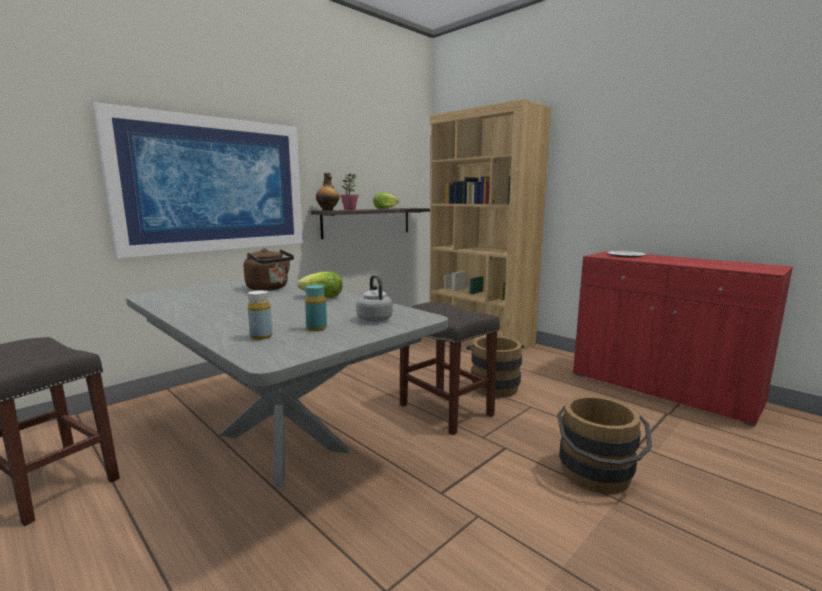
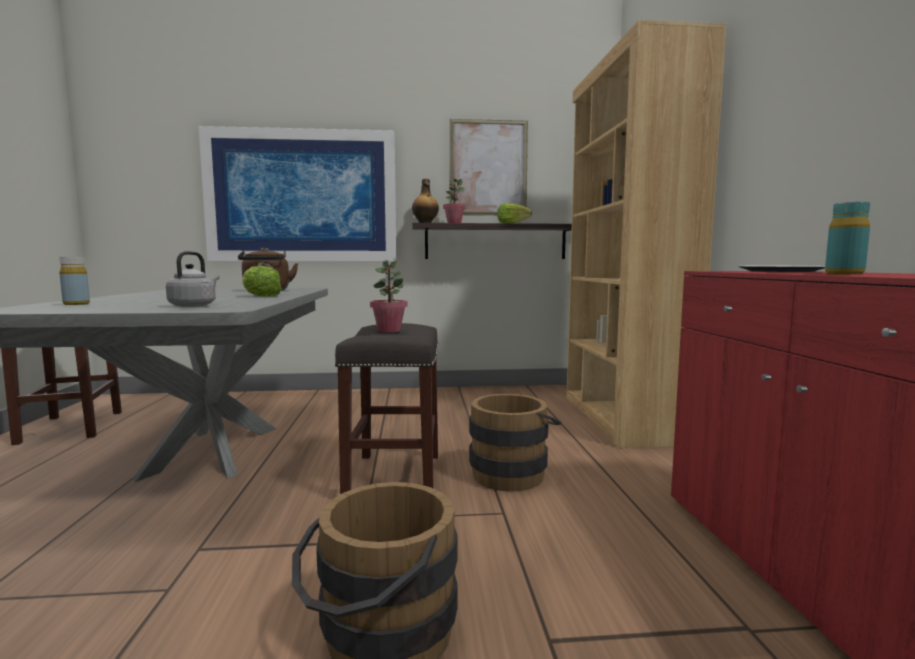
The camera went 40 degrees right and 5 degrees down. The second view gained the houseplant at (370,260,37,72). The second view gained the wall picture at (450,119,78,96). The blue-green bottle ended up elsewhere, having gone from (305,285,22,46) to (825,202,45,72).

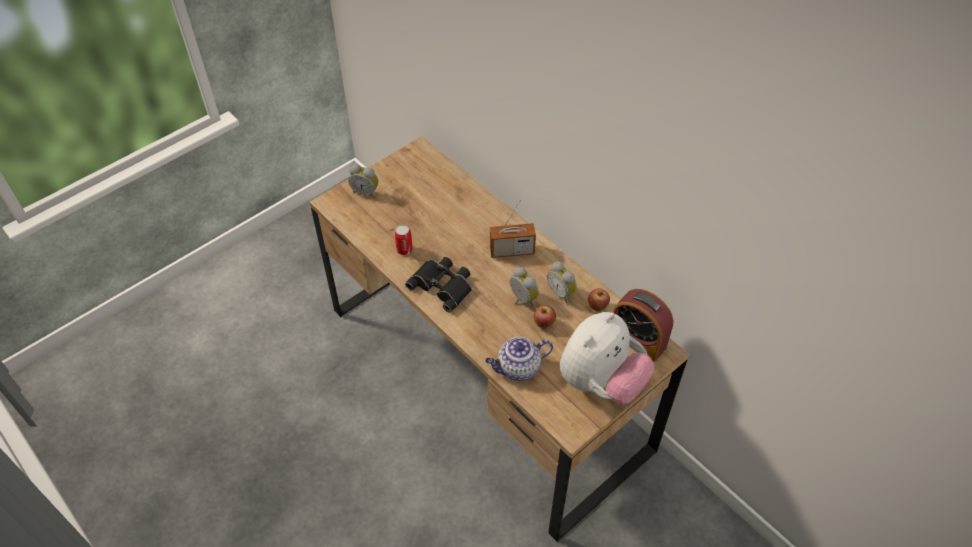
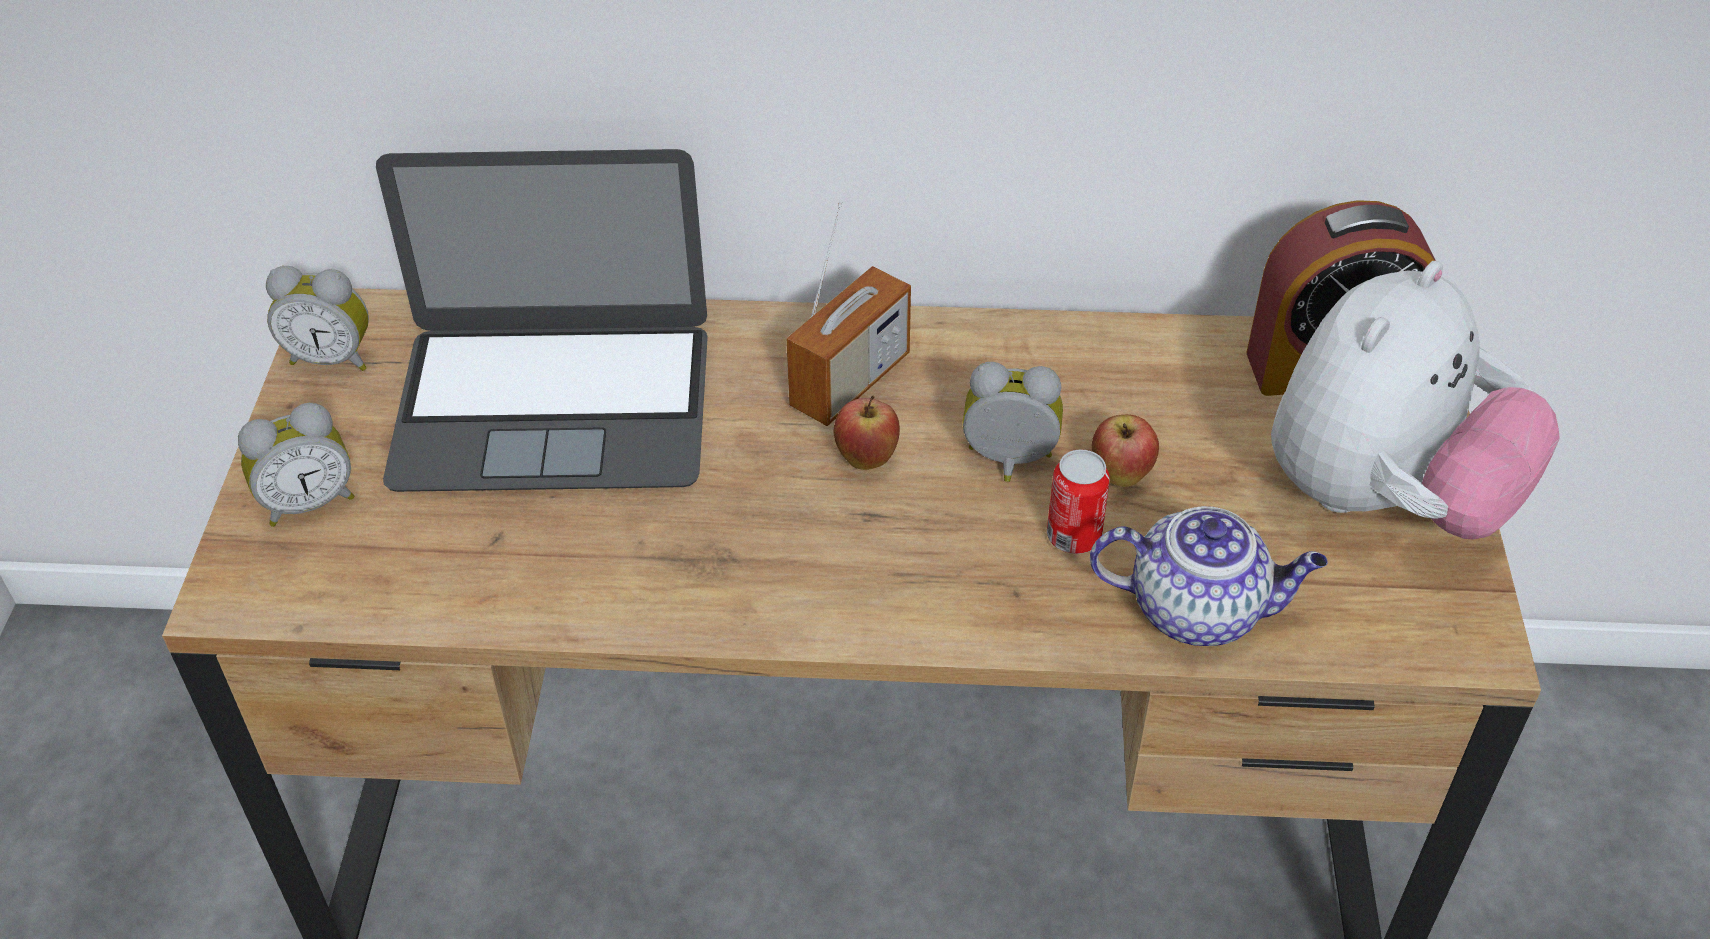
The camera went 45 degrees left and 5 degrees down. The alarm clock ended up elsewhere, having gone from (547,261,30,42) to (266,266,103,105). The second view gained the portable computer at (376,149,332,343). The whole apple ended up elsewhere, having gone from (588,288,22,24) to (834,396,66,74). The metal can ended up elsewhere, having gone from (394,225,19,30) to (1047,449,63,105). The tea pot at (485,337,68,44) ended up facing another way, 105 degrees counterclockwise from before. The soft toy at (560,312,94,92) ended up facing another way, 45 degrees clockwise from before. The second view lost the black-coloured field glasses at (405,257,67,56).

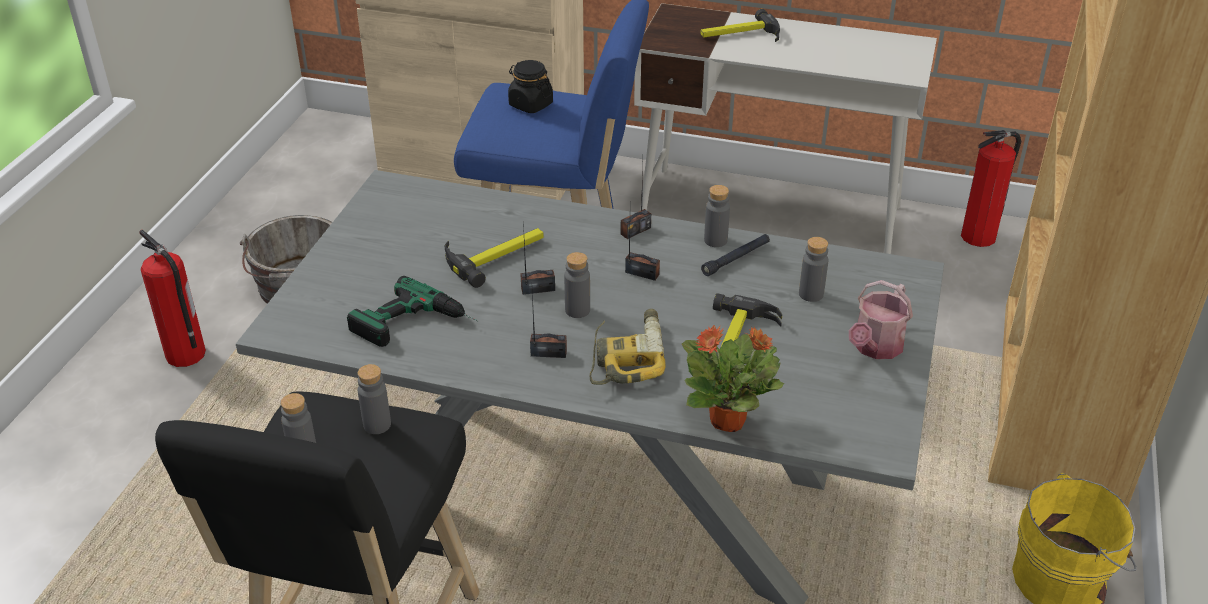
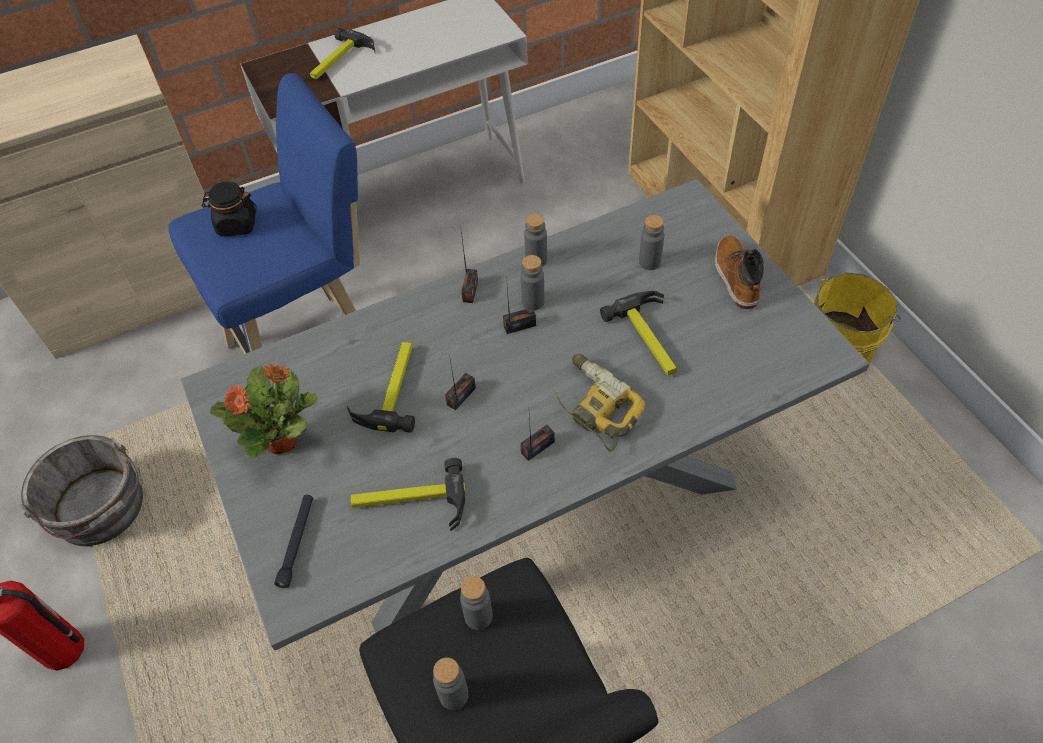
The camera went 40 degrees left and 15 degrees up. The houseplant ended up elsewhere, having gone from (682,325,102,107) to (210,363,107,95). The black-coloured flashlight ended up elsewhere, having gone from (701,234,69,42) to (274,495,39,93). Where the electric drill stood at (347,276,132,71), the hammer came to stand at (351,458,115,73). The gray bottle ended up elsewhere, having gone from (564,252,26,66) to (521,255,24,55). Where the sprinkling can stood at (849,280,64,79), the tall boot came to stand at (715,236,49,73). The second view lost the fire extinguisher at (961,130,60,117).

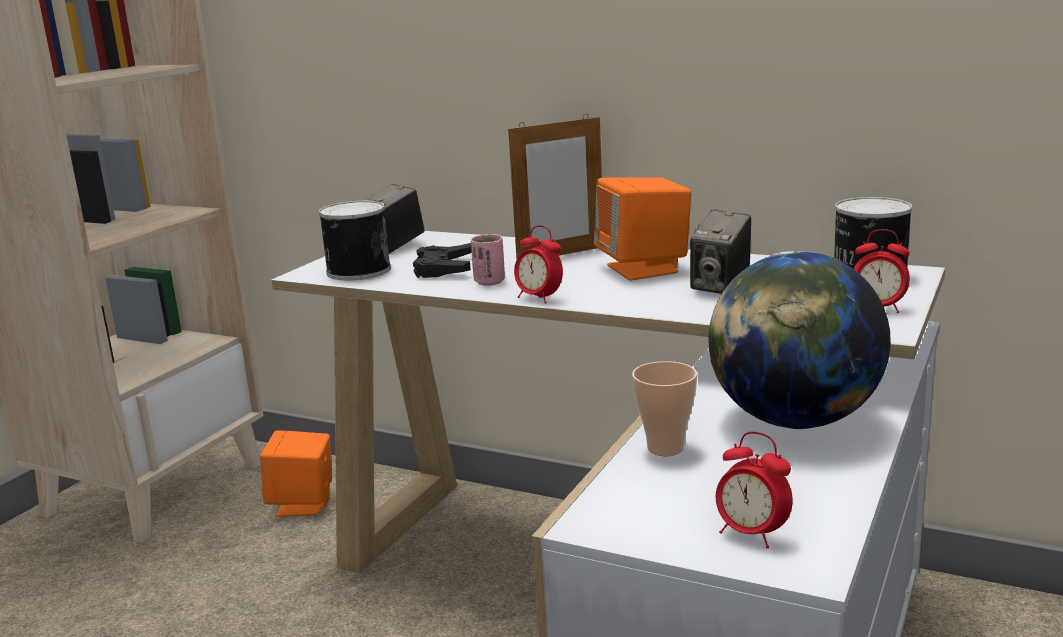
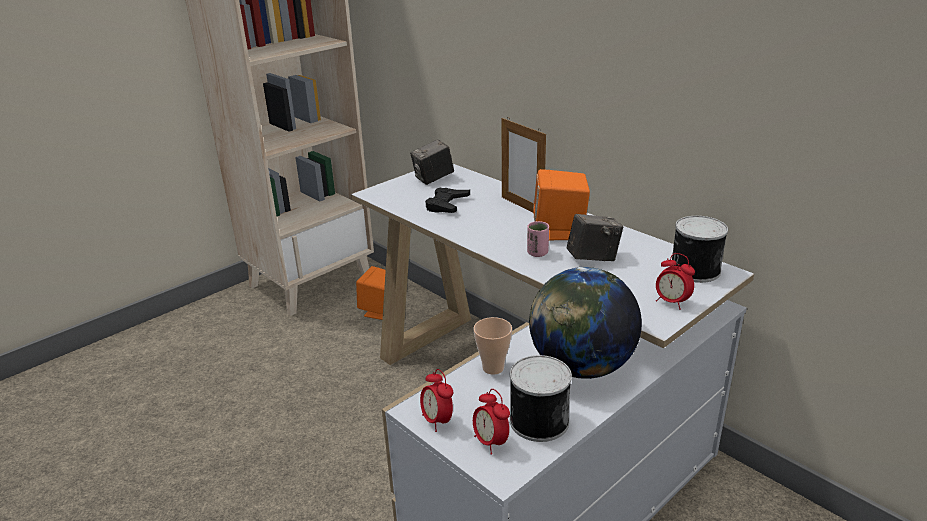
The camera went 20 degrees right and 10 degrees up. The alarm clock ended up elsewhere, having gone from (514,226,49,77) to (420,369,33,63). The standing frame at (508,114,94,145) ended up facing another way, 60 degrees clockwise from before. The metal can ended up elsewhere, having gone from (319,201,72,79) to (510,355,62,87). The pink drinking cup ended up elsewhere, having gone from (471,234,34,52) to (527,221,22,36). The photo camera at (690,209,61,85) ended up facing another way, 150 degrees counterclockwise from before.

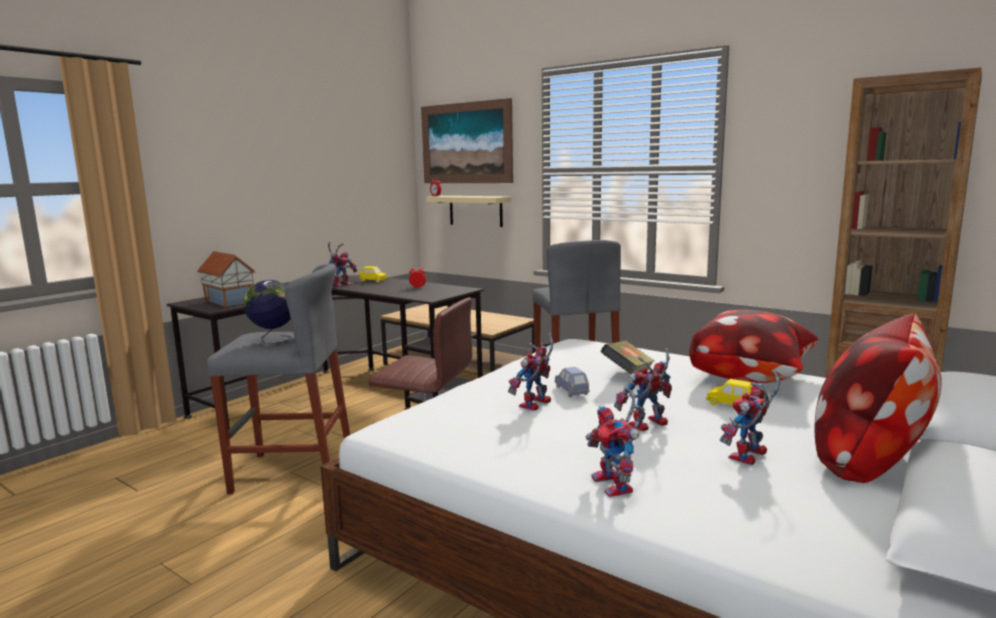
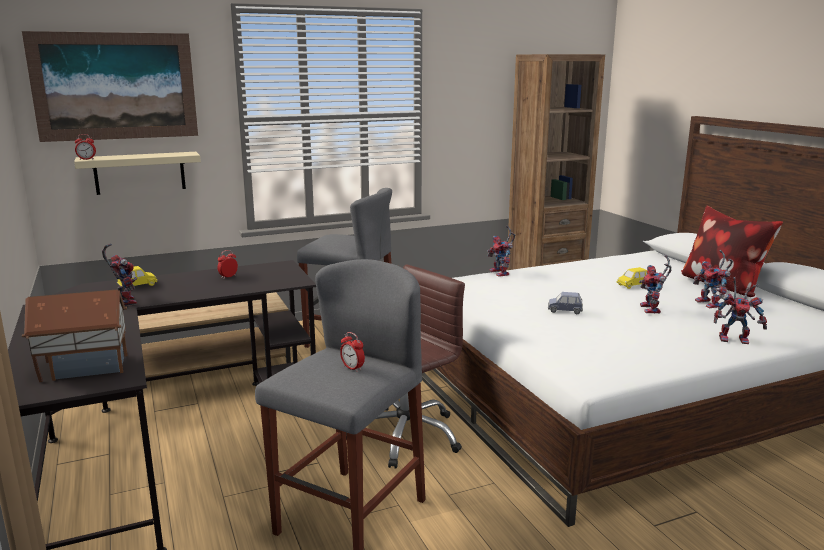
The camera went 60 degrees left and 5 degrees up. Where the globe stood at (244,280,47,64), the alarm clock came to stand at (340,332,25,40). The robot figure ended up elsewhere, having gone from (508,333,46,78) to (487,226,28,51). The second view lost the volume at (601,340,54,34). The second view lost the pillow at (689,310,130,73).

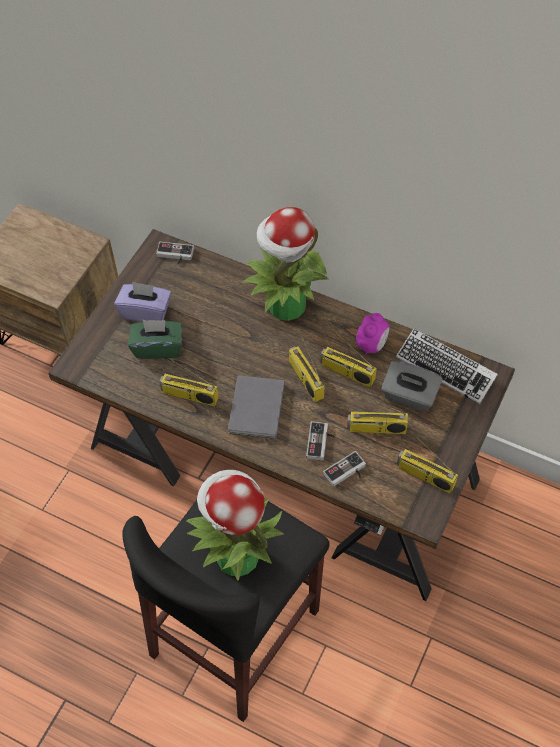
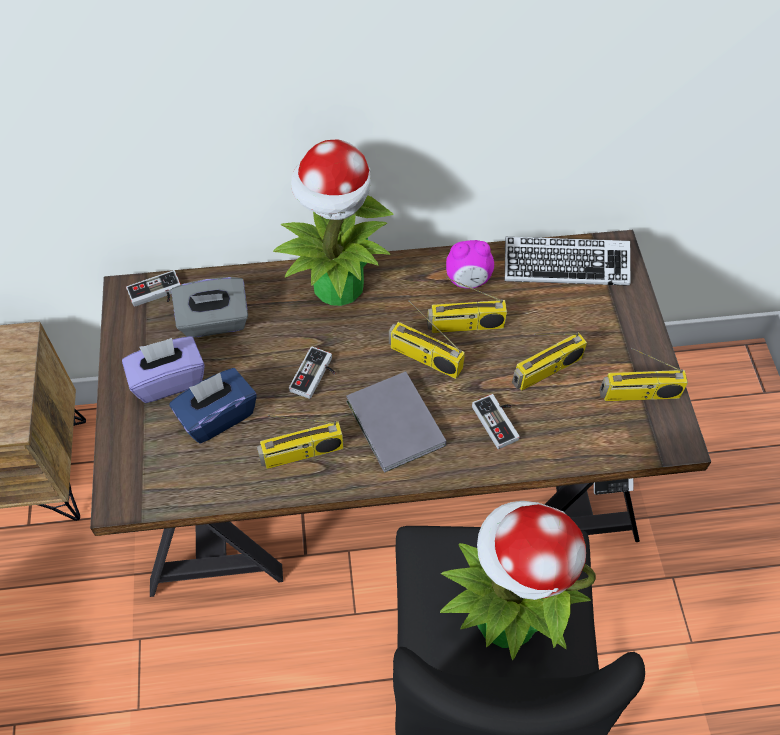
The camera went 35 degrees left and 0 degrees up. What was the greenish box of tissues at (128,320,54,39) turned into the blue-coloured box of tissues at (169,368,88,76). The gray box of tissues ended up elsewhere, having gone from (381,361,62,51) to (171,277,77,61). The joypad ended up elsewhere, having gone from (323,451,43,36) to (289,347,46,52). The alarm clock at (356,313,34,41) ended up facing another way, 90 degrees clockwise from before.

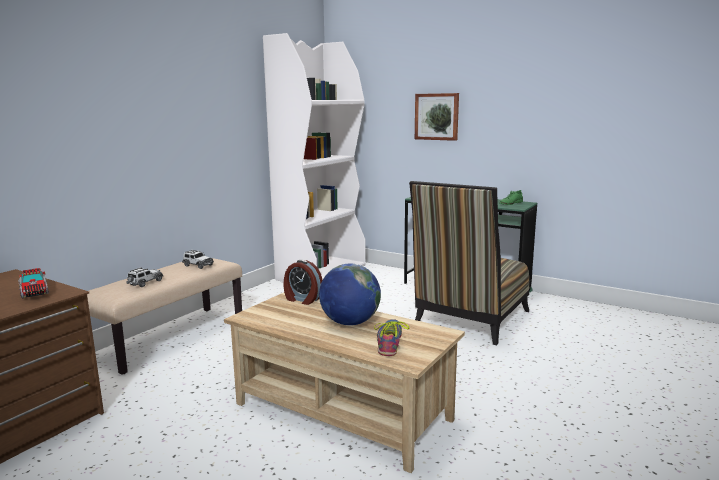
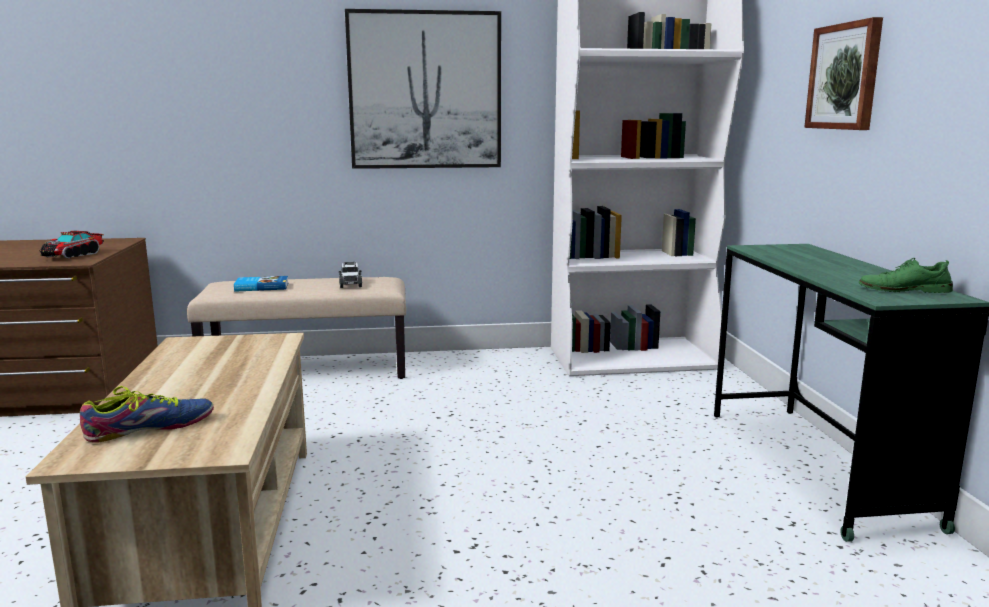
The camera went 50 degrees right and 0 degrees up. Where the miniature car stood at (126,267,37,20), the volume came to stand at (234,276,54,16). The second view gained the wall picture at (345,9,156,160). The second view lost the alarm clock at (283,260,40,45). The second view lost the globe at (319,263,62,63). The second view lost the plain chair at (409,181,120,164).

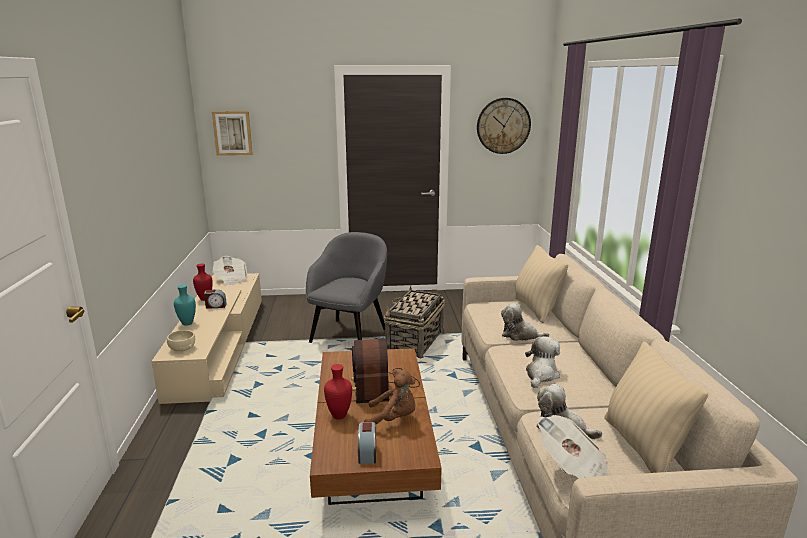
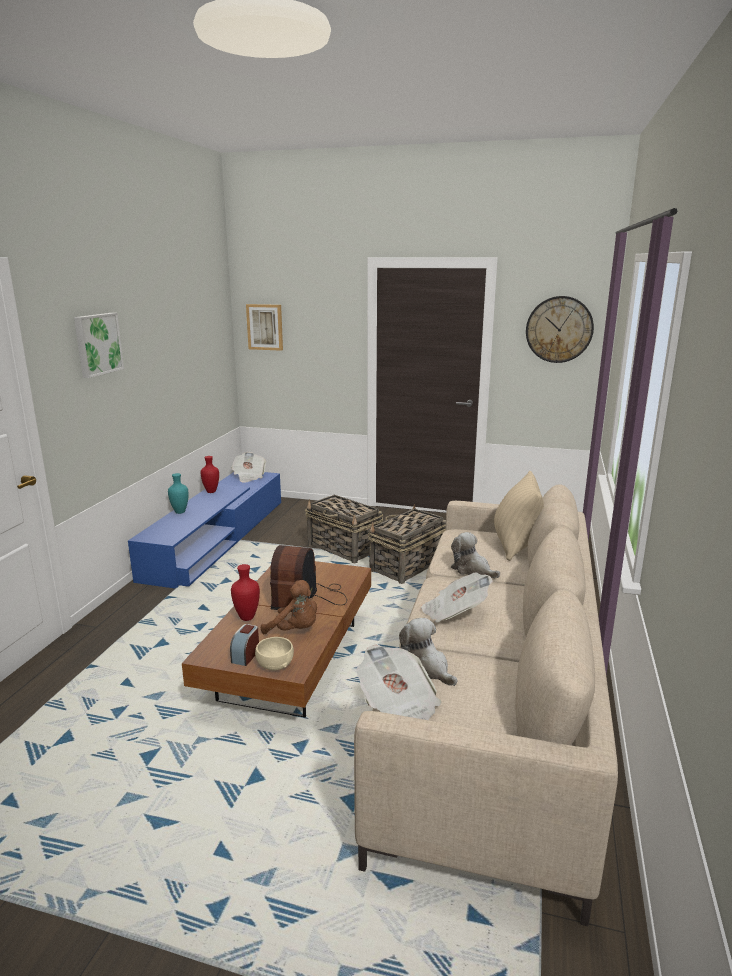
The camera went 20 degrees right and 0 degrees up. The second view gained the wall picture at (74,313,50,65). What was the beige-coloured tv unit at (151,273,111,131) turned into the blue-coloured tv unit at (128,472,153,117). The beige-coloured bowl ended up elsewhere, having gone from (167,330,28,22) to (255,637,39,34). Where the gray armchair stood at (306,232,81,111), the household basket came to stand at (305,495,78,68). Where the soft toy stood at (525,336,35,52), the daily paper came to stand at (421,572,72,51). The second view lost the alarm clock at (204,289,23,20). The second view lost the beige-coloured pillow at (604,342,105,131).

